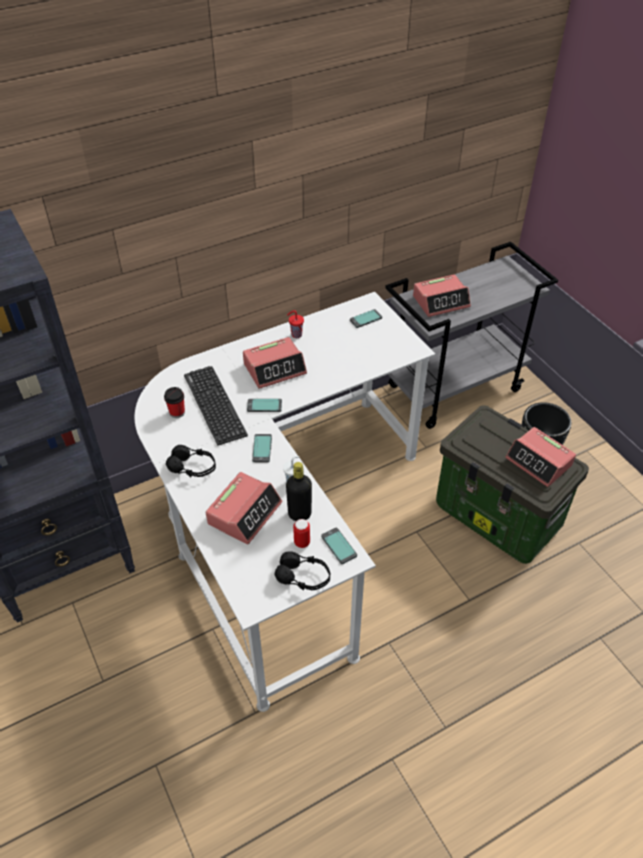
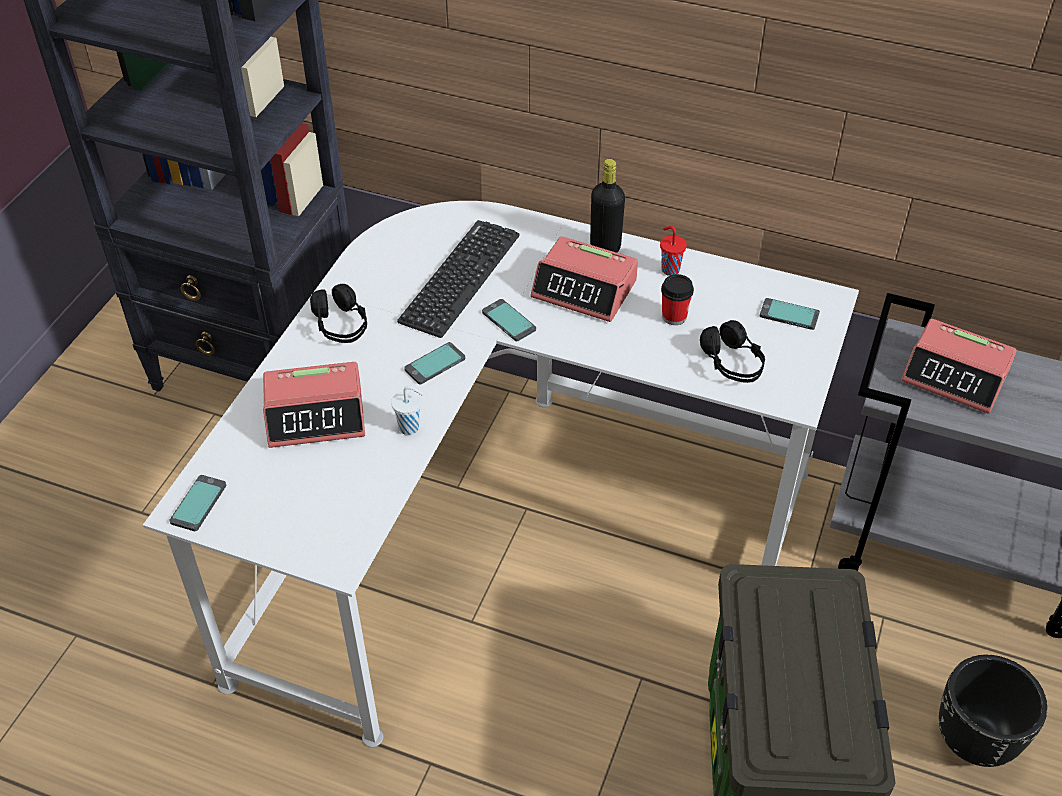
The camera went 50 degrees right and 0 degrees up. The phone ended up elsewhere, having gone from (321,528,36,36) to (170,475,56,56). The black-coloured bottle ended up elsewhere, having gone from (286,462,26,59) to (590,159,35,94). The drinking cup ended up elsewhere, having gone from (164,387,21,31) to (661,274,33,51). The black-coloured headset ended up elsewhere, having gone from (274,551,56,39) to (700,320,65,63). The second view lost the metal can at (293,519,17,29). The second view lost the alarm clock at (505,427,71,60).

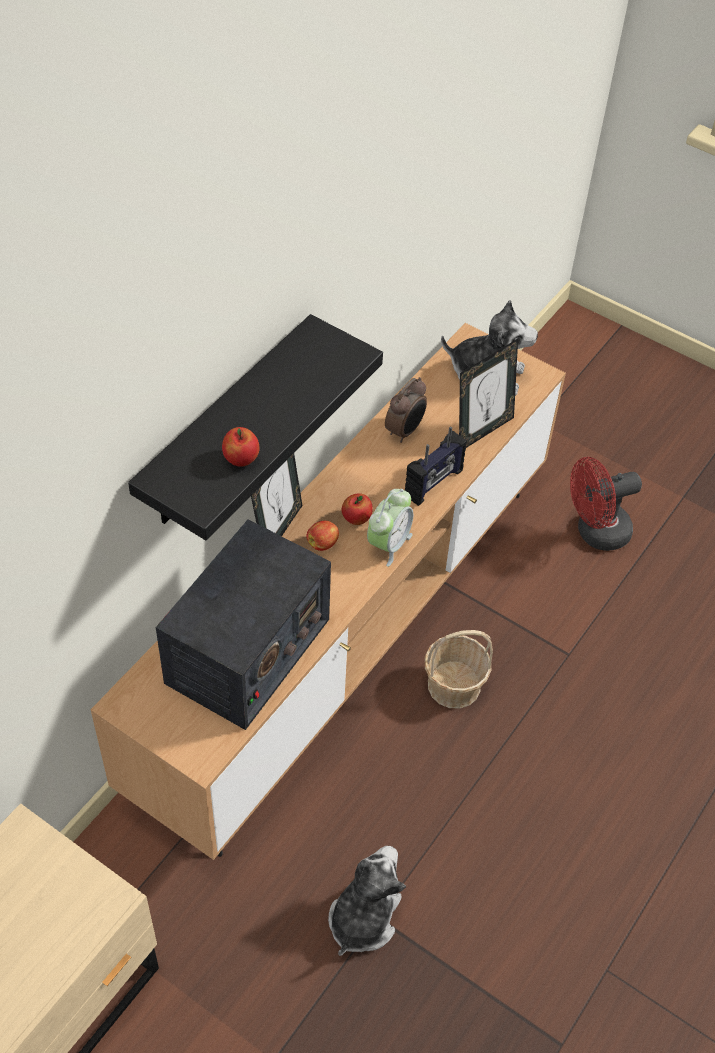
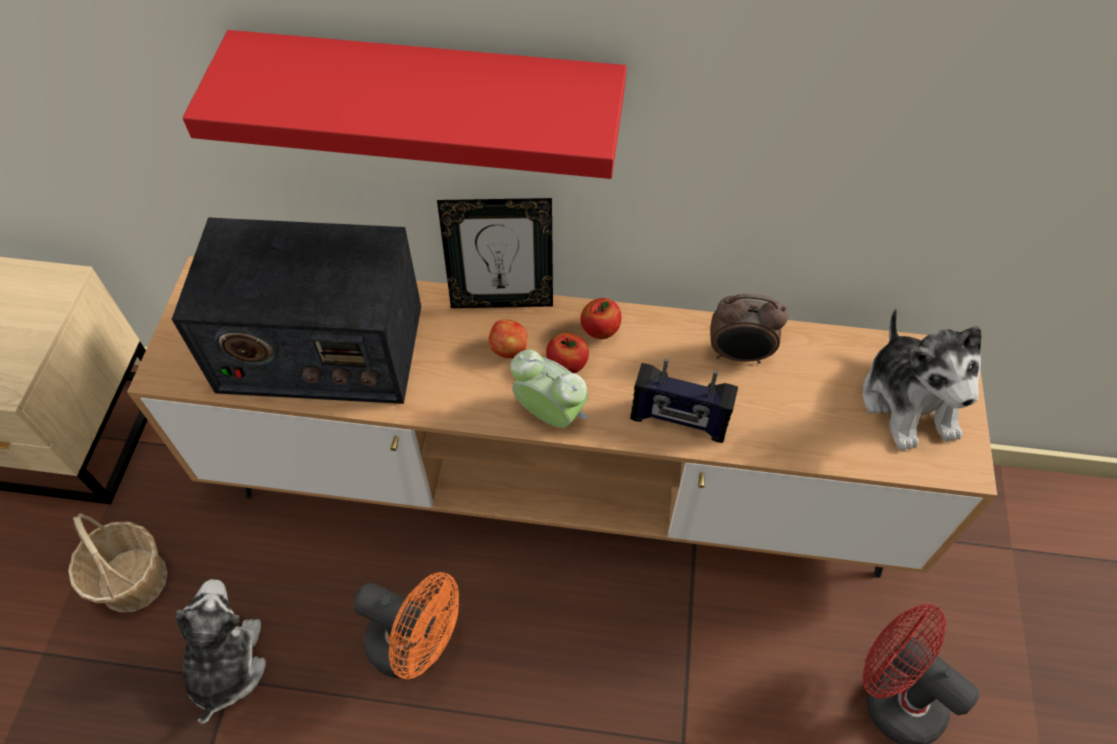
The camera went 65 degrees right and 5 degrees up. The household basket ended up elsewhere, having gone from (425,630,68,79) to (68,514,100,99). The soft toy at (328,846,78,110) ended up facing another way, 90 degrees counterclockwise from before. What was the black-coloured wall shelf at (128,314,255,226) turned into the red-coloured wall shelf at (183,30,444,149). The second view gained the orangey cooling fan at (354,572,105,107). The alarm clock at (367,489,46,78) ended up facing another way, 150 degrees counterclockwise from before. The whole apple ended up elsewhere, having gone from (222,427,38,40) to (581,298,40,41). The second view lost the standing frame at (459,339,59,109).

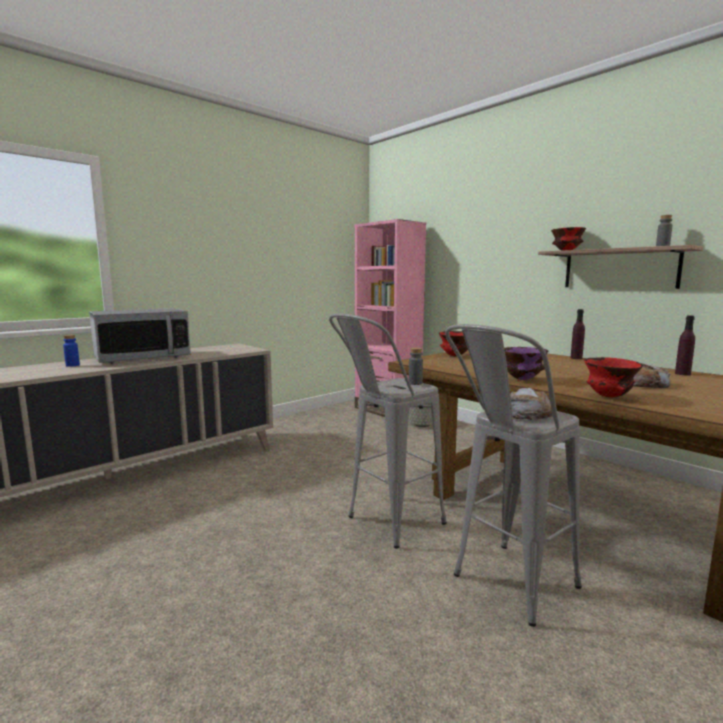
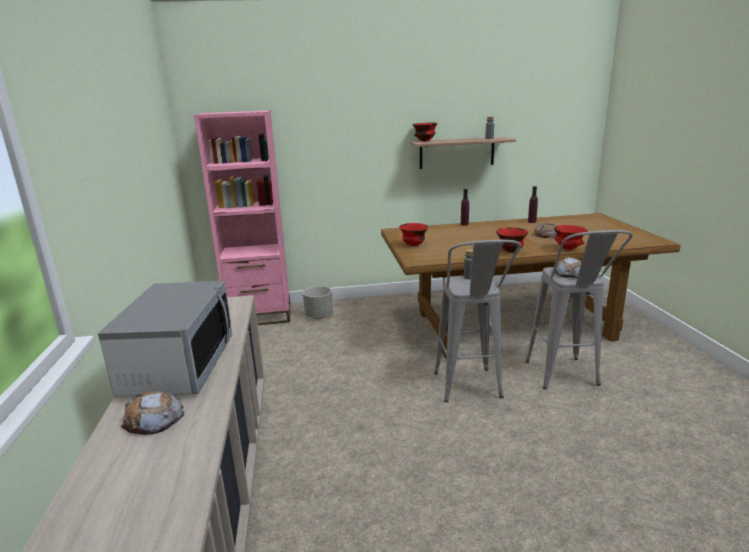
The camera went 55 degrees left and 10 degrees up. Where the blue-coloured bottle stood at (63,335,17,32), the bread came to stand at (121,391,63,44). What was the purple-coloured bowl at (504,347,44,33) turned into the red-coloured bowl at (496,228,32,24).

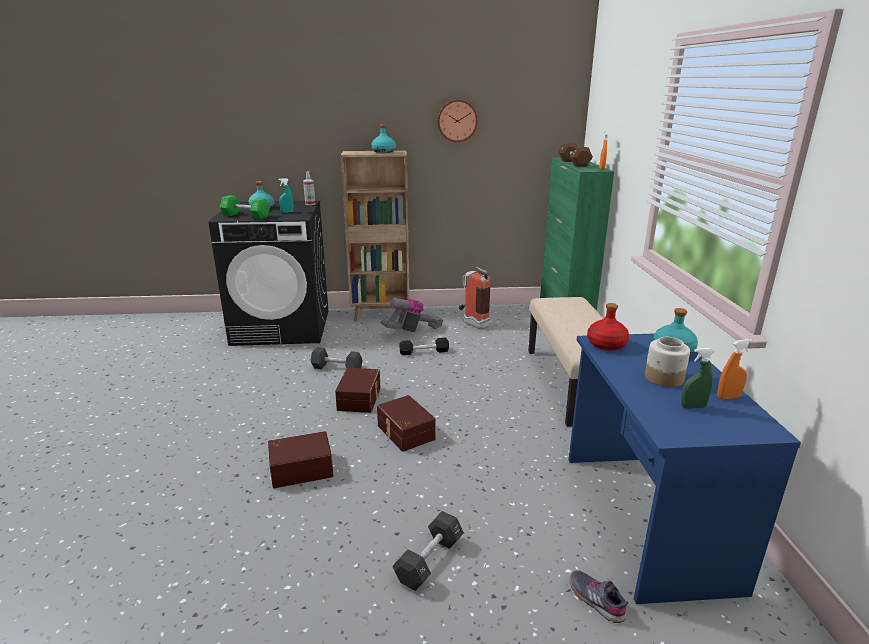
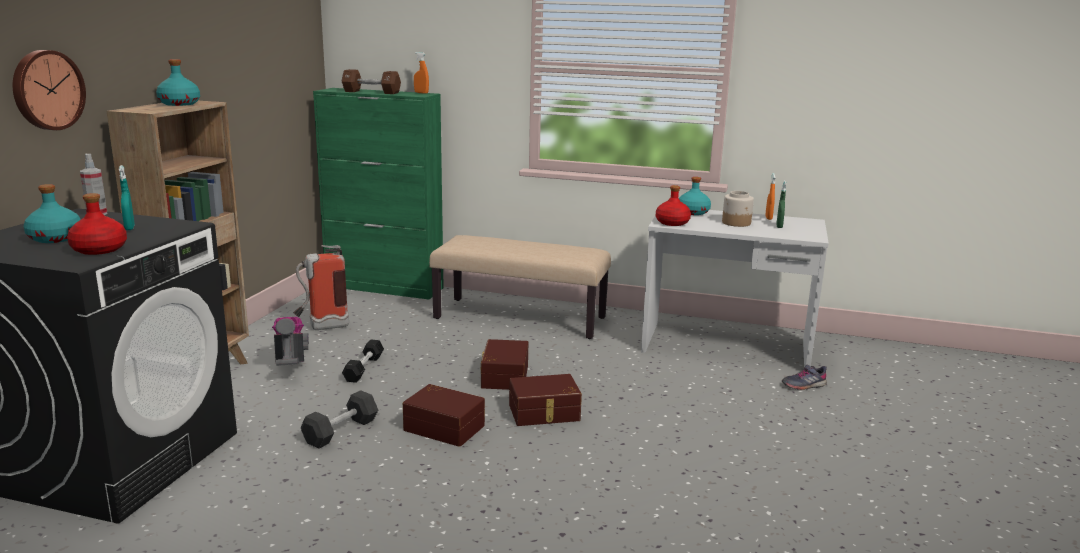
The camera went 70 degrees left and 5 degrees down. The clock on the wall ended up elsewhere, having gone from (437,99,41,43) to (13,50,73,80). Where the greenish hand weight stood at (220,195,50,24), the red-coloured bottle came to stand at (67,193,60,62). The brown storage box ended up elsewhere, having gone from (268,431,65,57) to (480,339,48,51). What was the blue-coloured desk unit at (569,333,232,271) turned into the whitish desk unit at (641,210,188,159). The second view lost the black-coloured hand weight at (392,511,72,80).

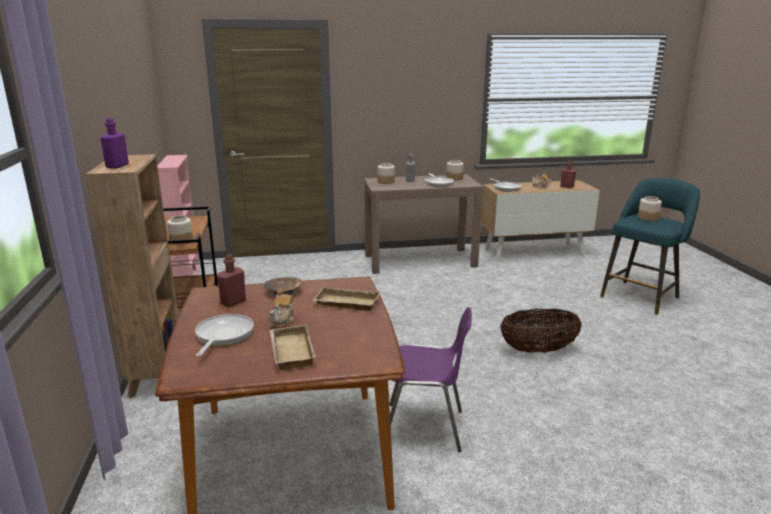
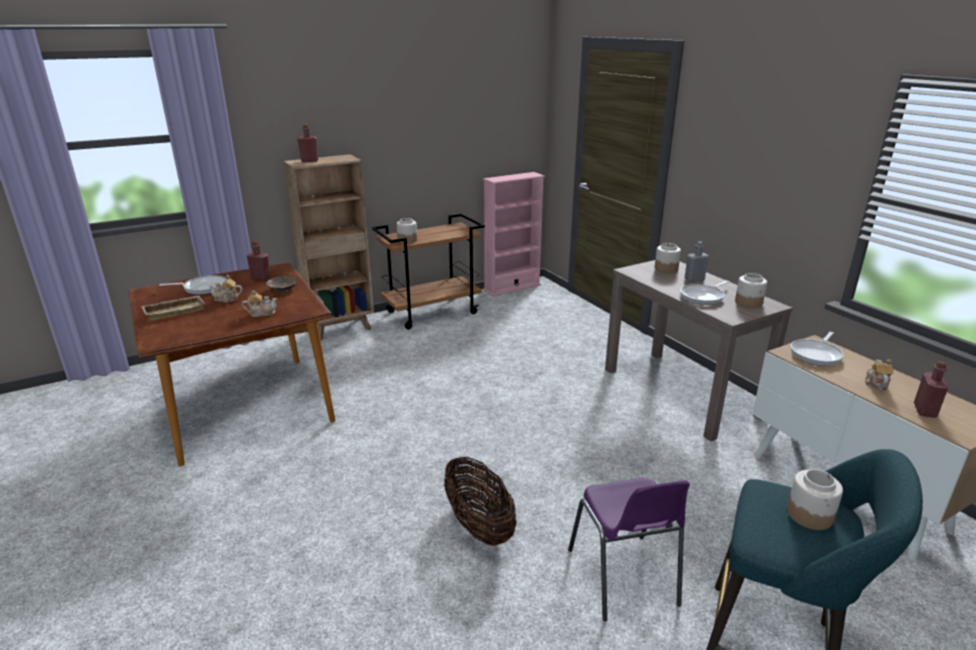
The camera went 70 degrees right and 5 degrees up. Where the beige-coloured carrying tray stood at (312,287,69,24), the tea pot came to stand at (242,290,35,27). What was the purple-coloured bottle at (100,118,29,50) turned into the red-coloured bottle at (297,124,21,38). The purple-coloured plain chair ended up elsewhere, having gone from (389,307,83,145) to (568,478,122,144).

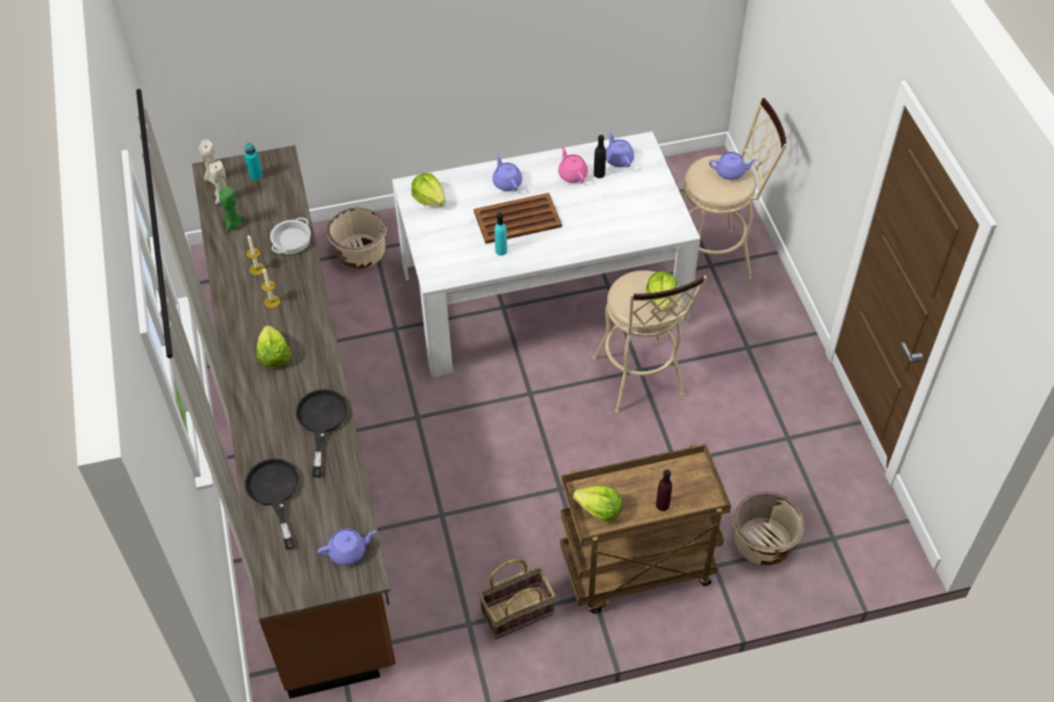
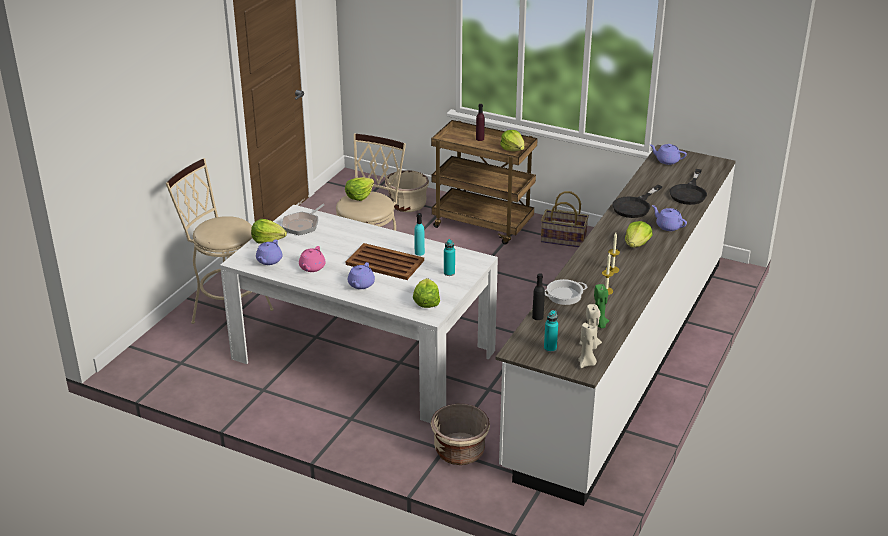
The camera went 140 degrees left and 20 degrees down. The second view gained the lettuce at (251,219,36,25). The second view gained the pan at (282,204,43,31). The second view gained the blue-green bottle at (444,239,11,37). What was the brown counter at (192,145,204,554) turned into the whitish counter at (495,145,241,361). The black-coloured bottle ended up elsewhere, having gone from (594,135,12,43) to (532,273,13,47). The purple-coloured tea pot ended up elsewhere, having gone from (709,152,49,28) to (652,205,35,26).

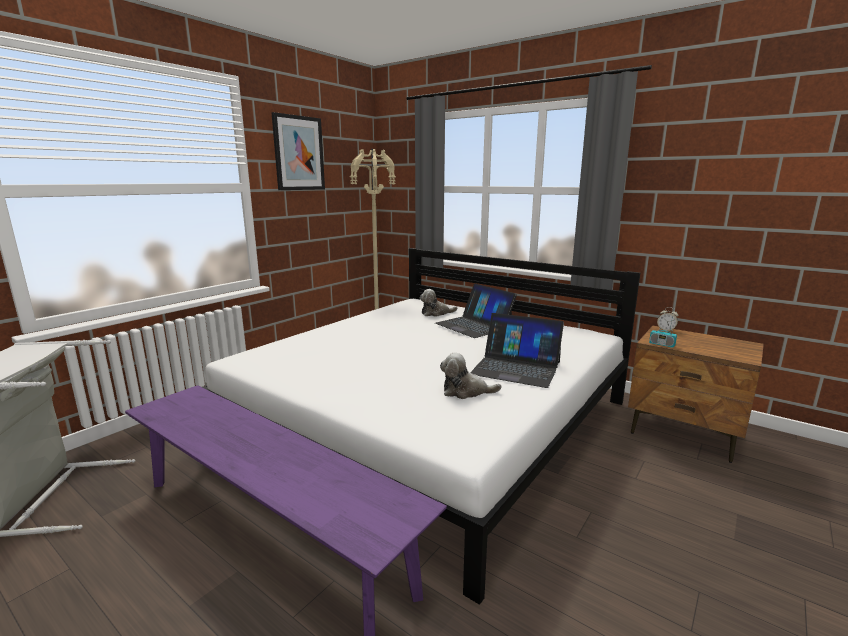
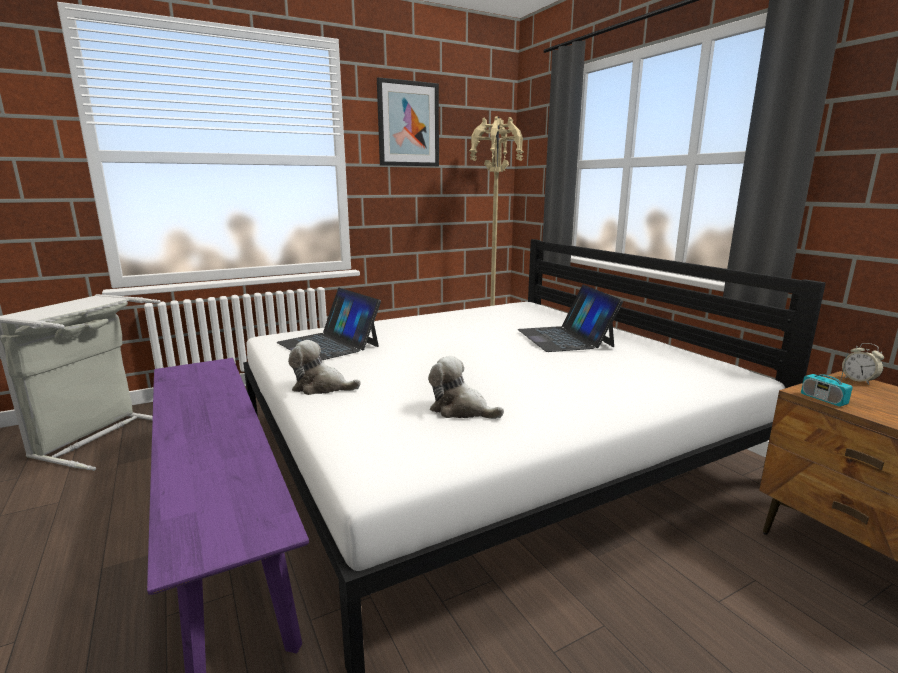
The camera went 25 degrees right and 0 degrees up. The portable computer ended up elsewhere, having gone from (470,313,94,75) to (276,288,105,72). The soft toy ended up elsewhere, having gone from (420,289,37,28) to (288,340,73,55).

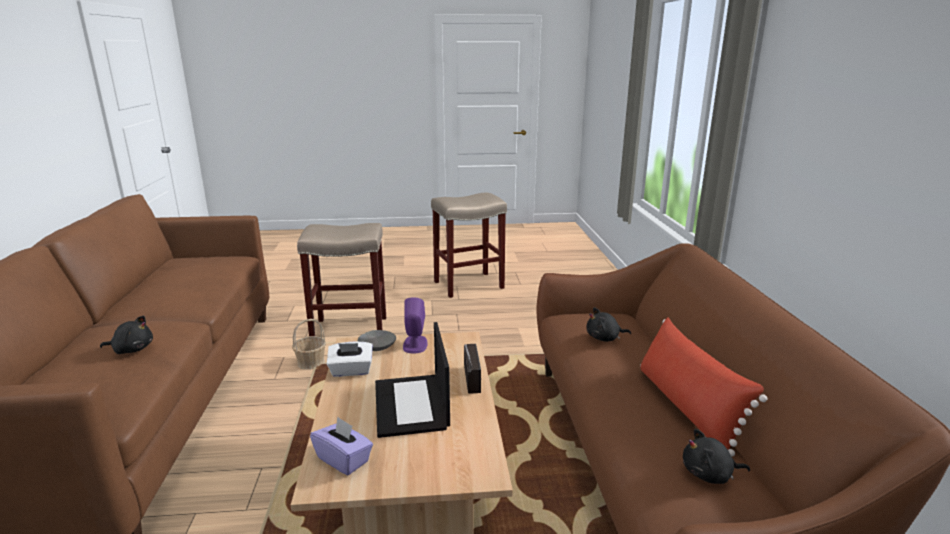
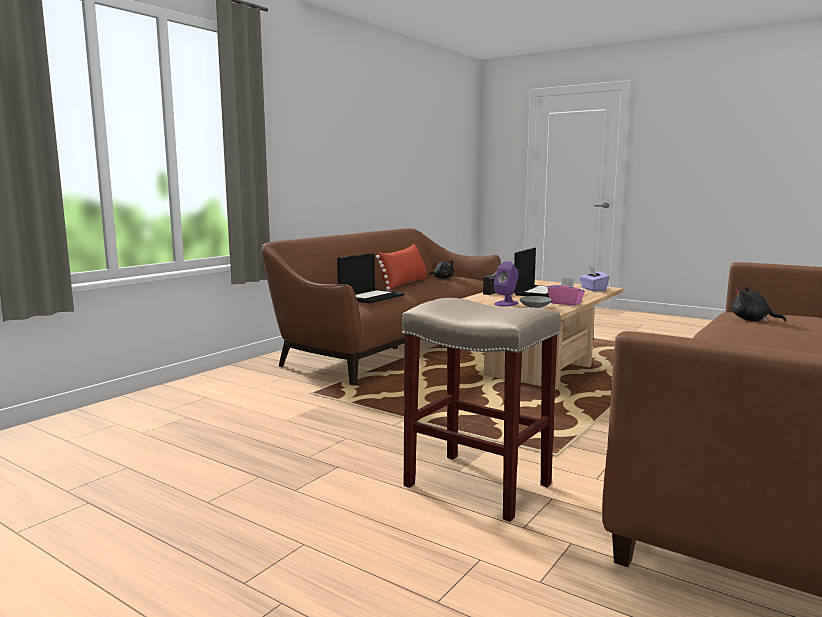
The camera went 140 degrees left and 10 degrees down. Where the black-coloured soft toy stood at (586,308,45,34), the portable computer came to stand at (337,253,68,50). What was the whitish box of tissues at (327,342,46,35) turned into the pink box of tissues at (547,278,38,28). The second view lost the household basket at (292,319,34,51). The second view lost the beige-coloured stool at (431,193,76,105).

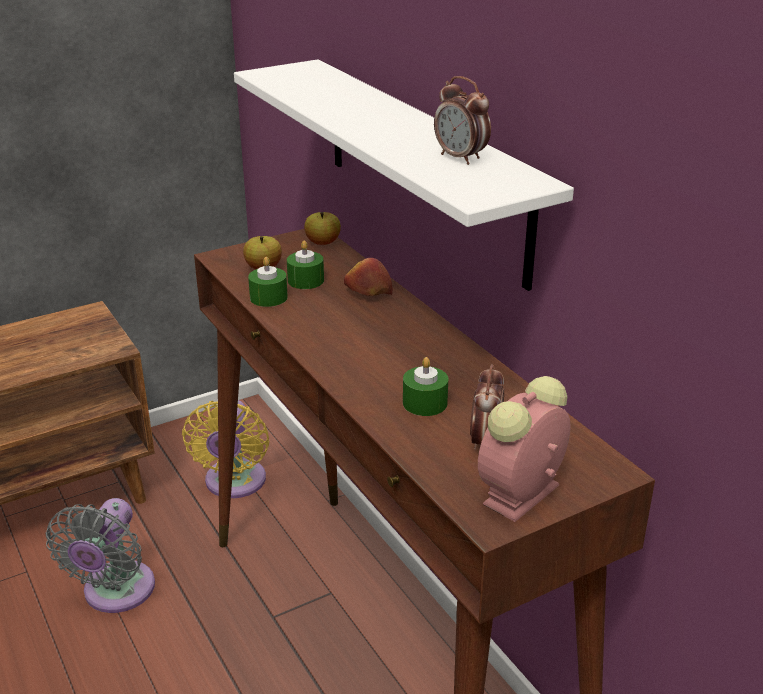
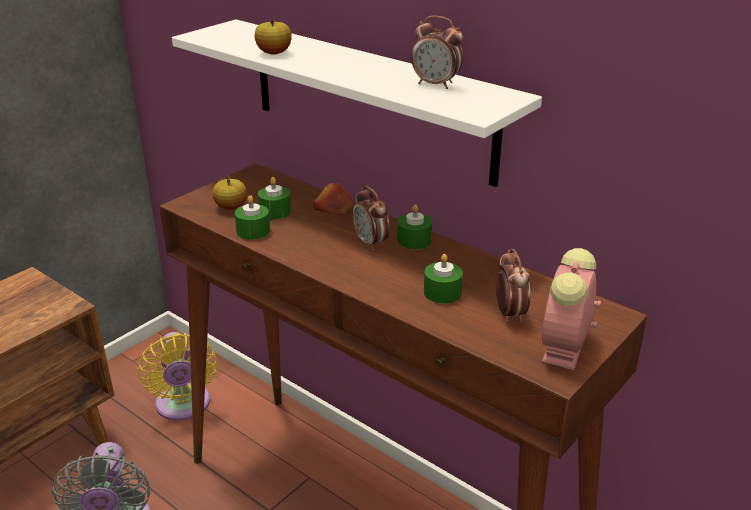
The camera went 20 degrees left and 0 degrees up. The whole apple ended up elsewhere, having gone from (304,212,37,33) to (254,20,38,34). The second view gained the alarm clock at (353,186,37,65). The second view gained the greenish candle at (397,204,35,46).

